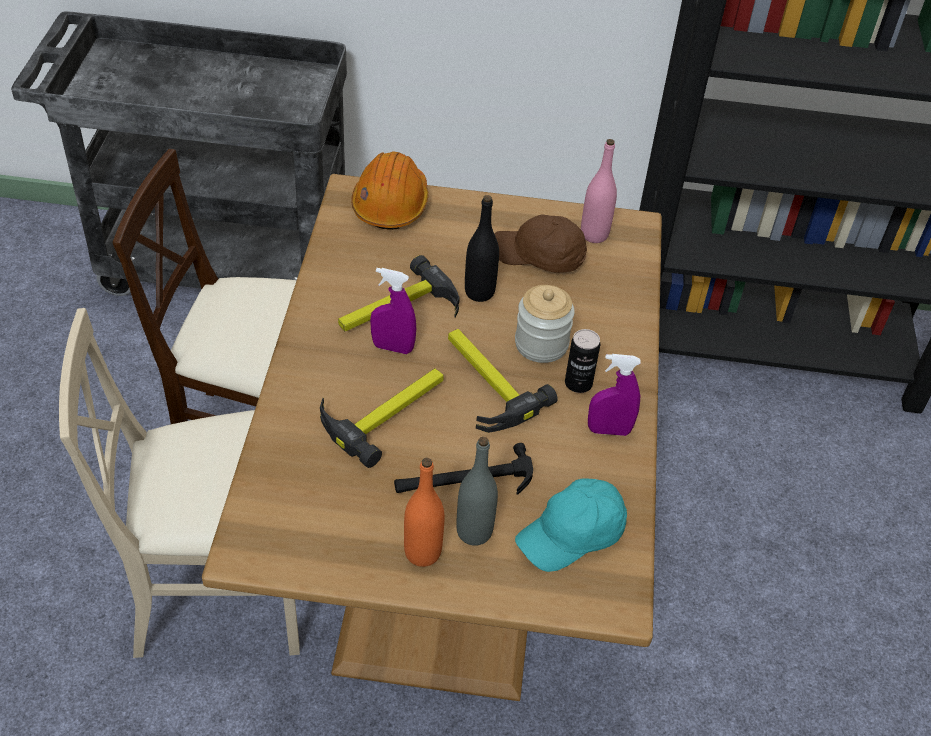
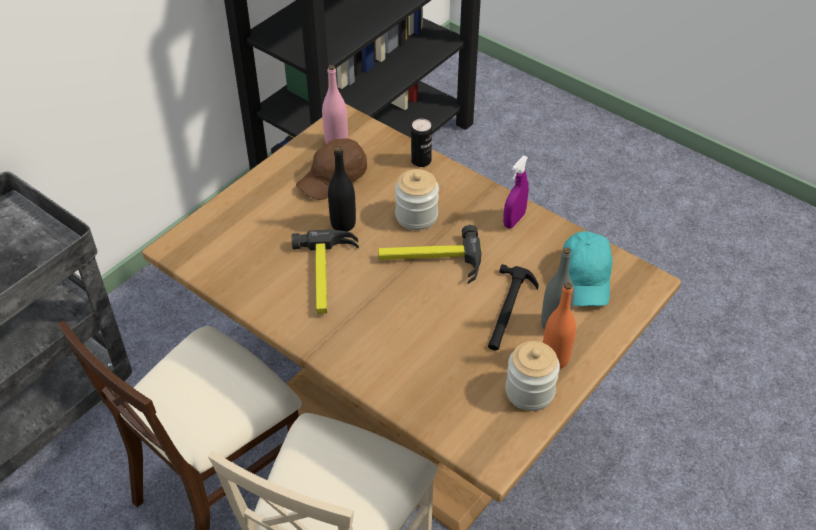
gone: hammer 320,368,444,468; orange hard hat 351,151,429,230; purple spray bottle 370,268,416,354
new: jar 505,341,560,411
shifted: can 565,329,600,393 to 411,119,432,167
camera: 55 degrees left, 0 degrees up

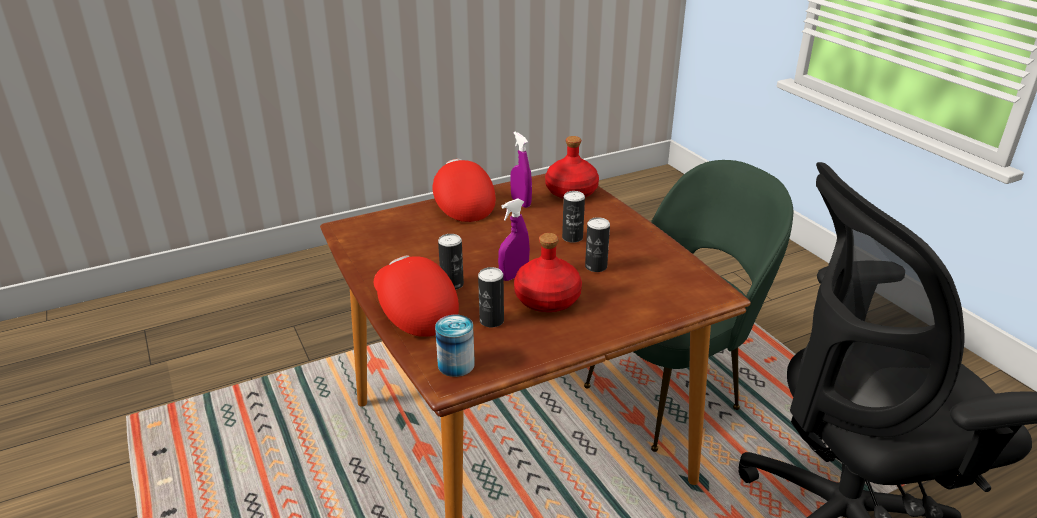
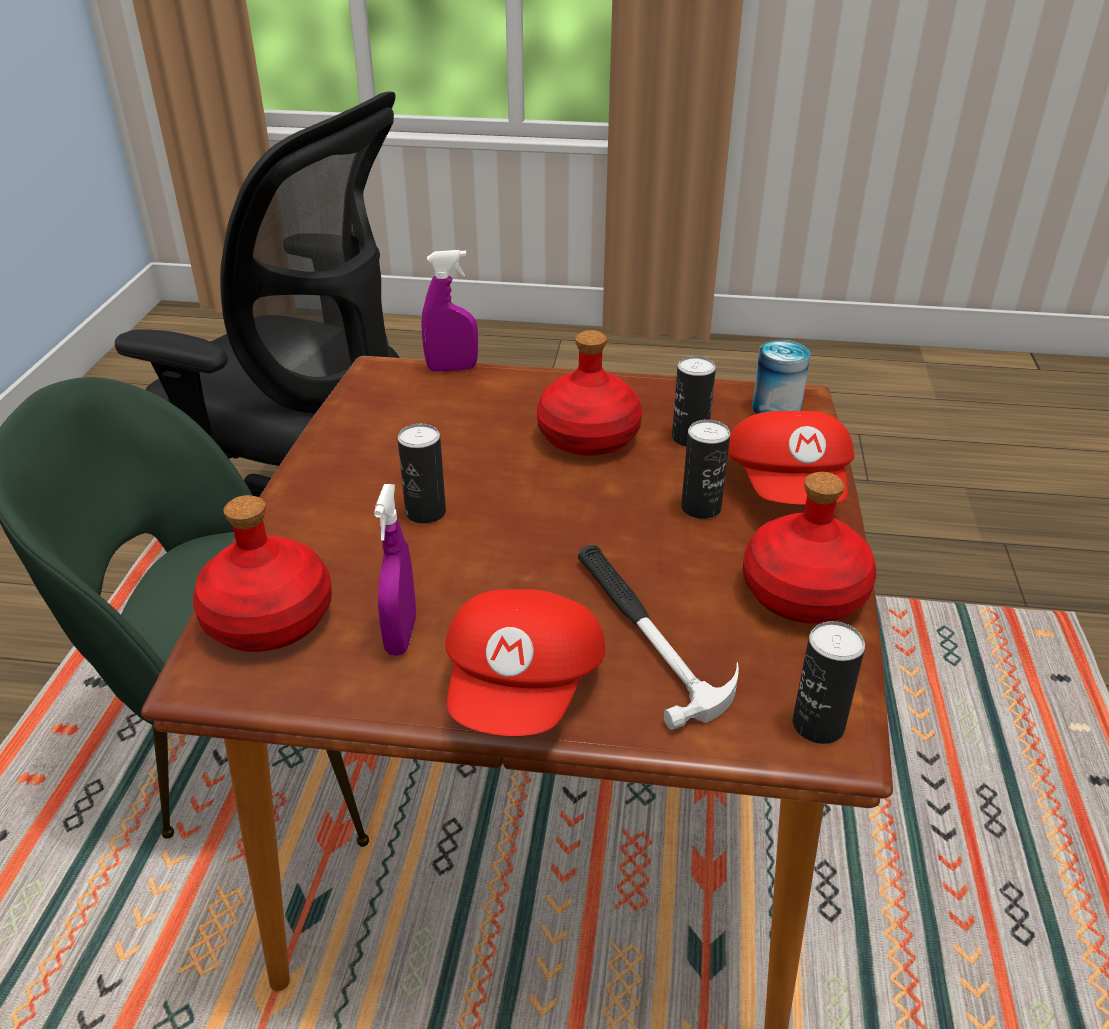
new: hammer 578,545,739,730; red bottle 743,472,876,624
shifted: purple spray bottle 498,198,530,281 to 421,250,478,372; can 585,217,610,272 to 792,621,865,744
camera: 145 degrees left, 5 degrees up

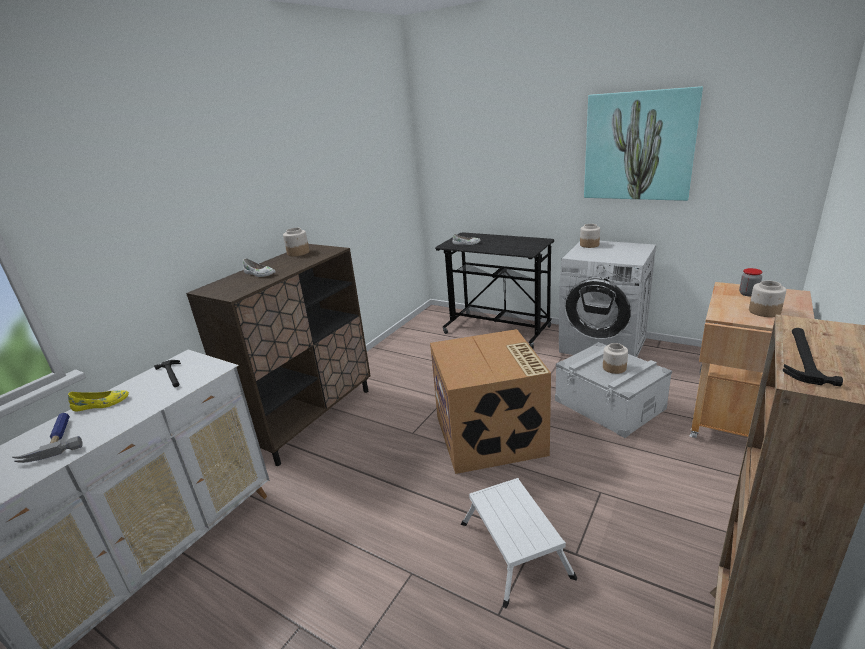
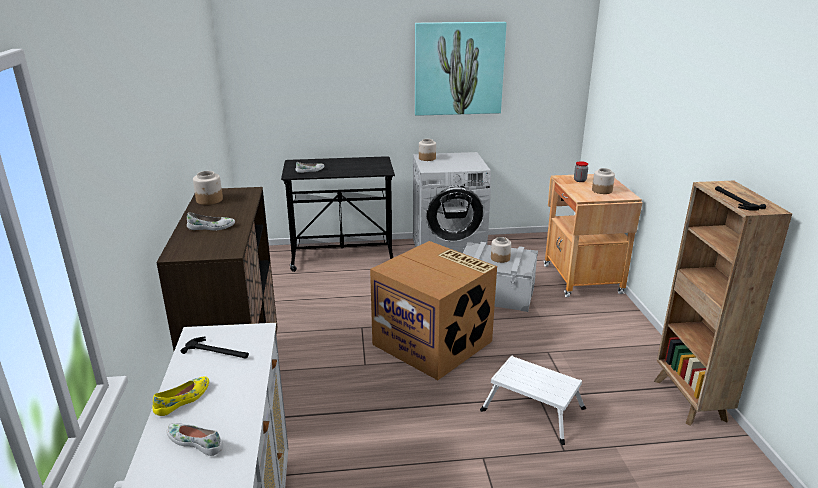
swapped: hammer 12,413,82,463 to white shoe 166,423,224,456
camera: 40 degrees left, 0 degrees up

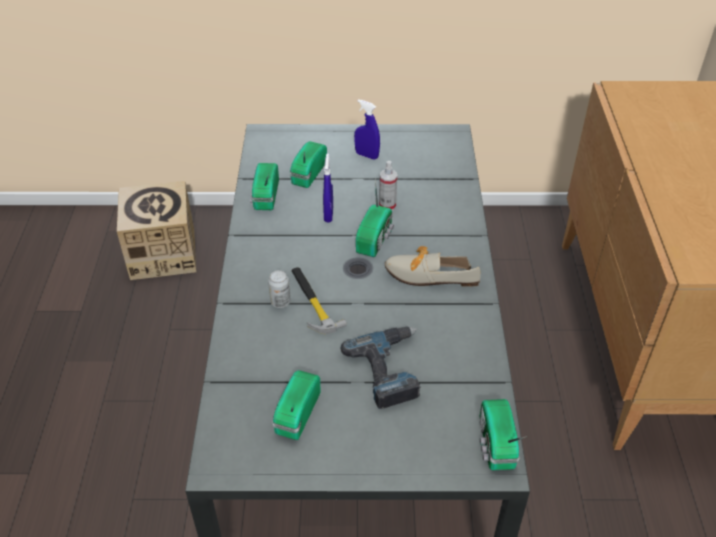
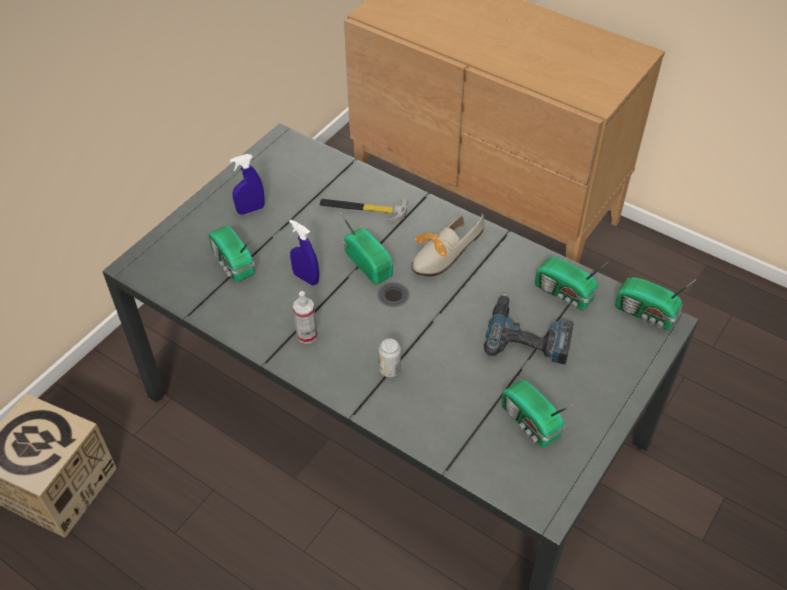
shifted: radio 250,163,279,210 to 535,257,608,311; hammer 291,267,347,334 to 320,198,408,224; spray bottle 379,161,397,211 to 293,291,317,344
camera: 55 degrees left, 5 degrees up

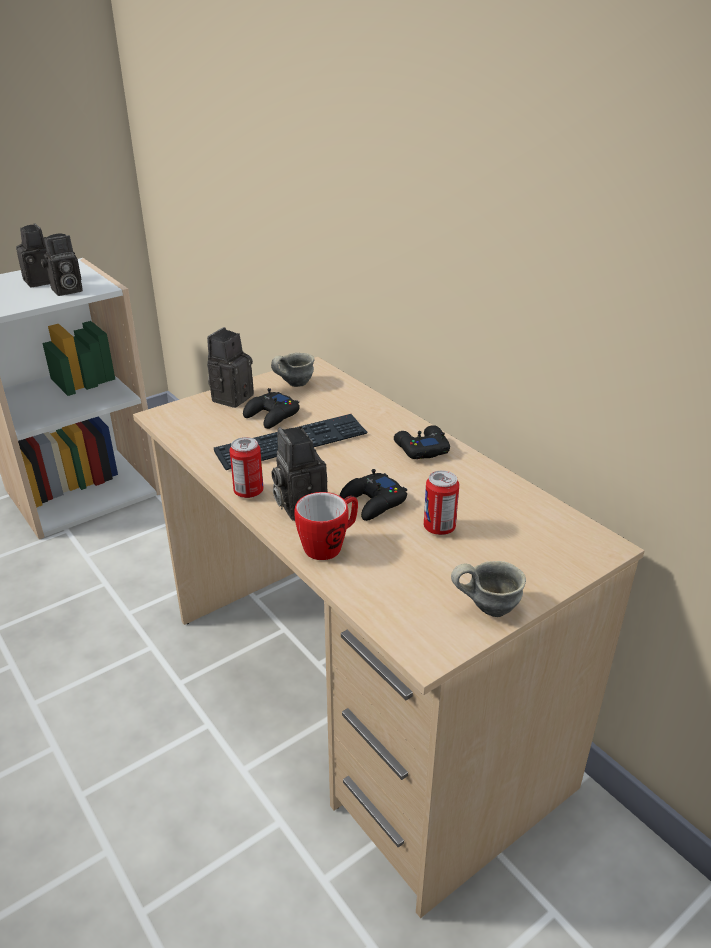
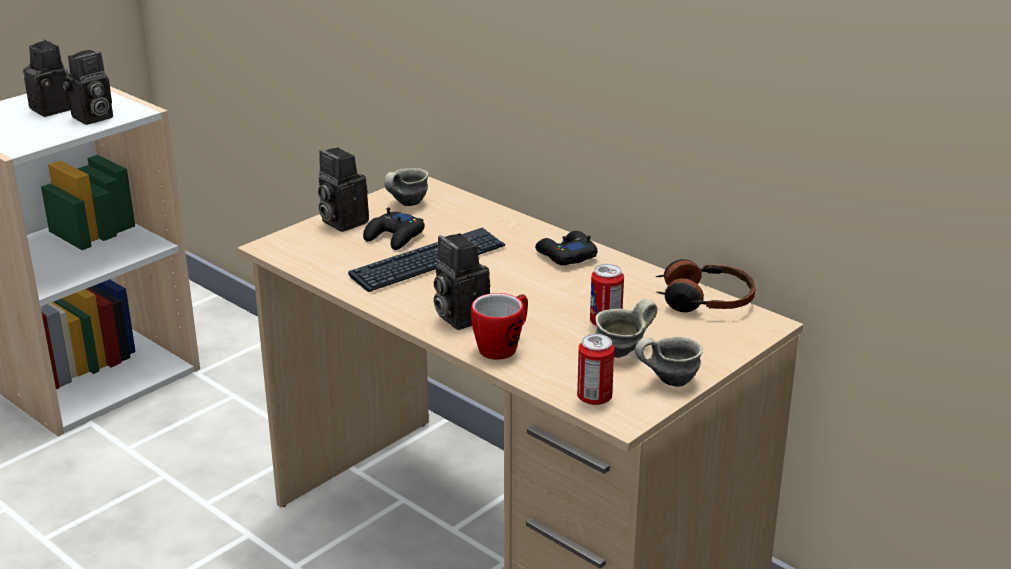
gone: black game controller 340,469,407,521
new: grey mug 595,299,657,358; headphones 656,259,755,312
shifted: can 229,437,264,498 to 577,334,614,405
rotated: photo camera 207,327,254,408 = 318,148,369,232 60 degrees counterclockwise
camera: 10 degrees left, 5 degrees down

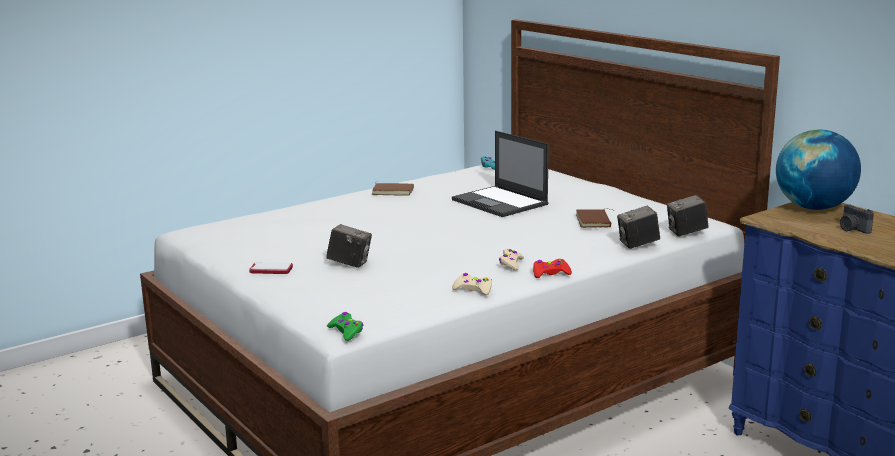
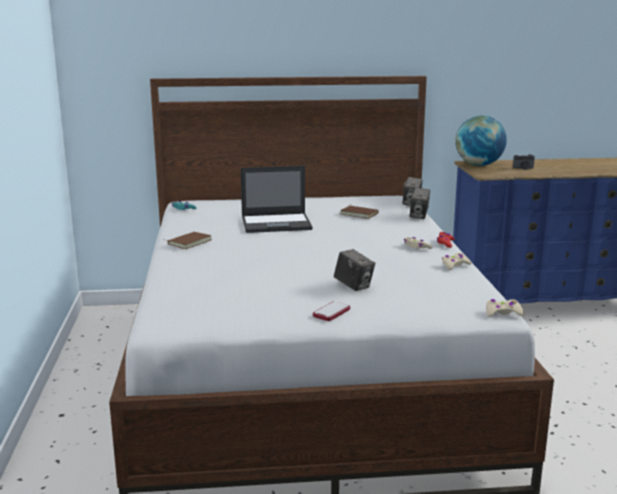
repainted: green game controller 327,312,363,341 to beige game controller 486,299,524,317
rotated: photo camera 326,224,372,268 = 334,249,375,291 90 degrees clockwise
camera: 60 degrees left, 0 degrees up

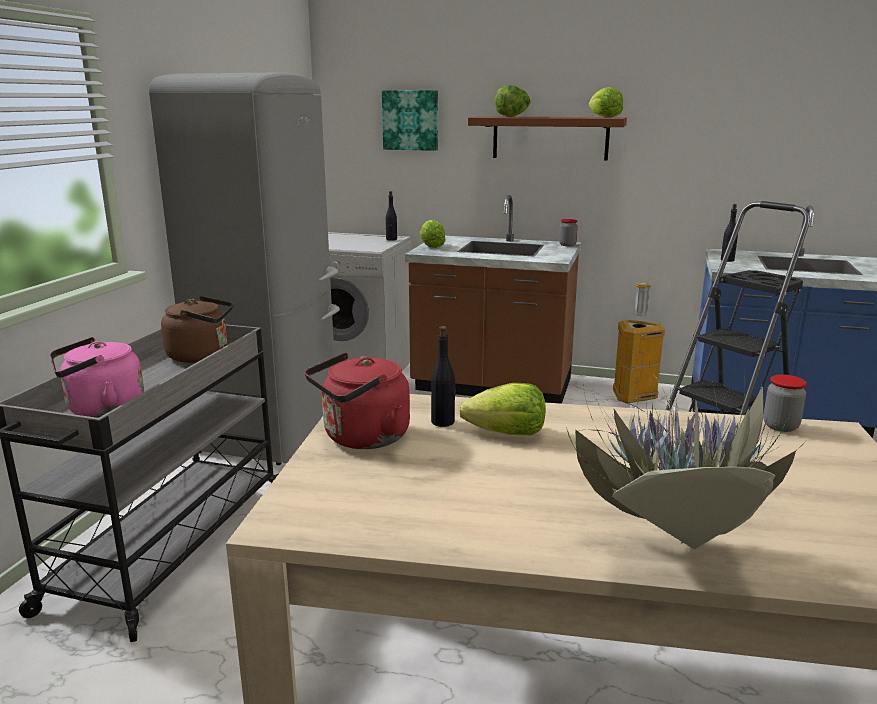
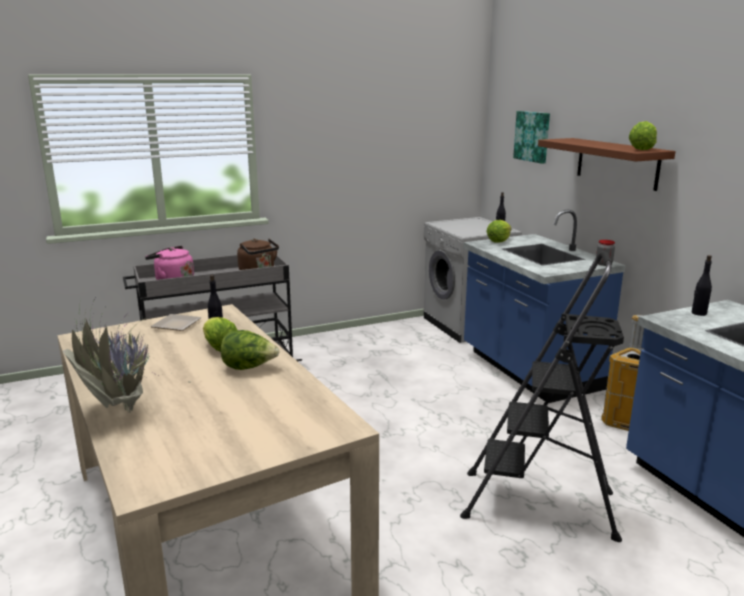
gone: grey fridge 149,72,340,465; jar 763,374,807,432
shifted: lettuce 494,85,531,117 to 220,330,279,370
swapped: red kettle 305,352,410,449 to plate 150,314,202,331
repainted: brown counter 405,195,581,404 to blue counter 463,210,626,403
camera: 50 degrees right, 0 degrees up

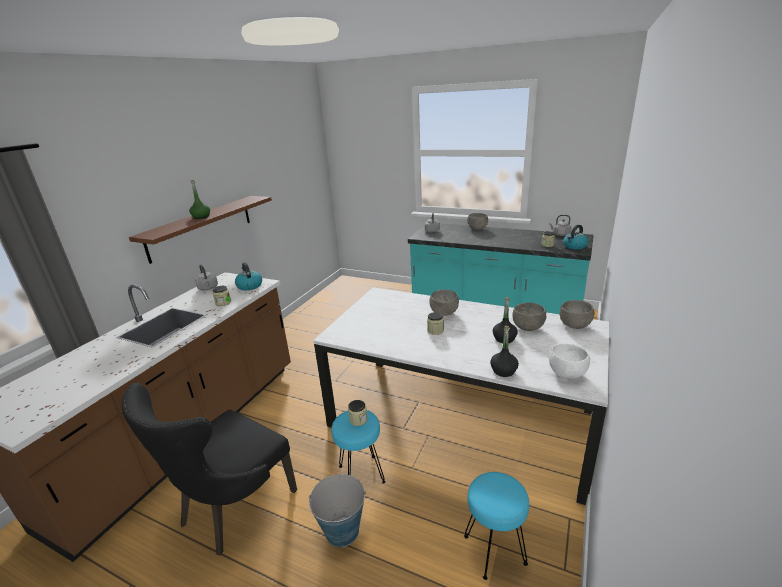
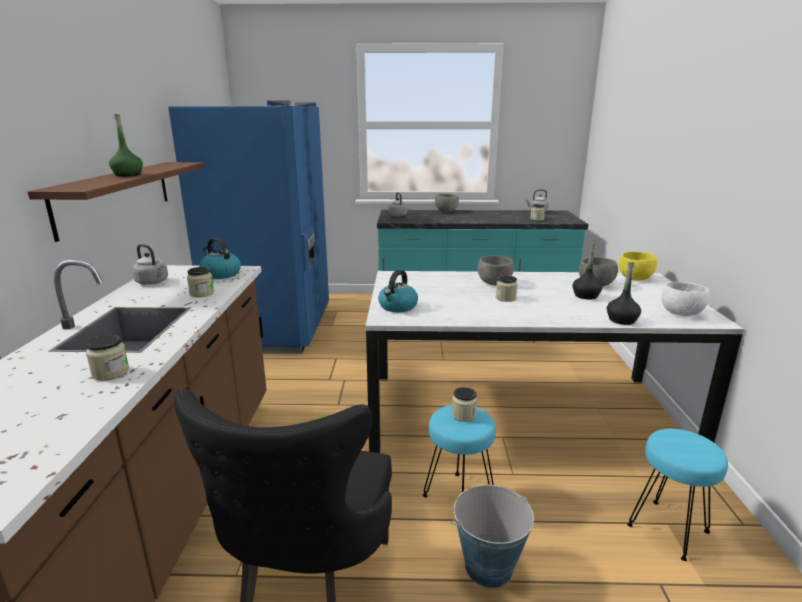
new: jar 86,335,129,381; blue fridge 168,100,329,354
shifted: kettle 563,225,588,249 to 378,270,418,312
repainted: grey bowl 559,300,594,329 to yellow bowl 619,252,657,280
camera: 25 degrees left, 5 degrees down

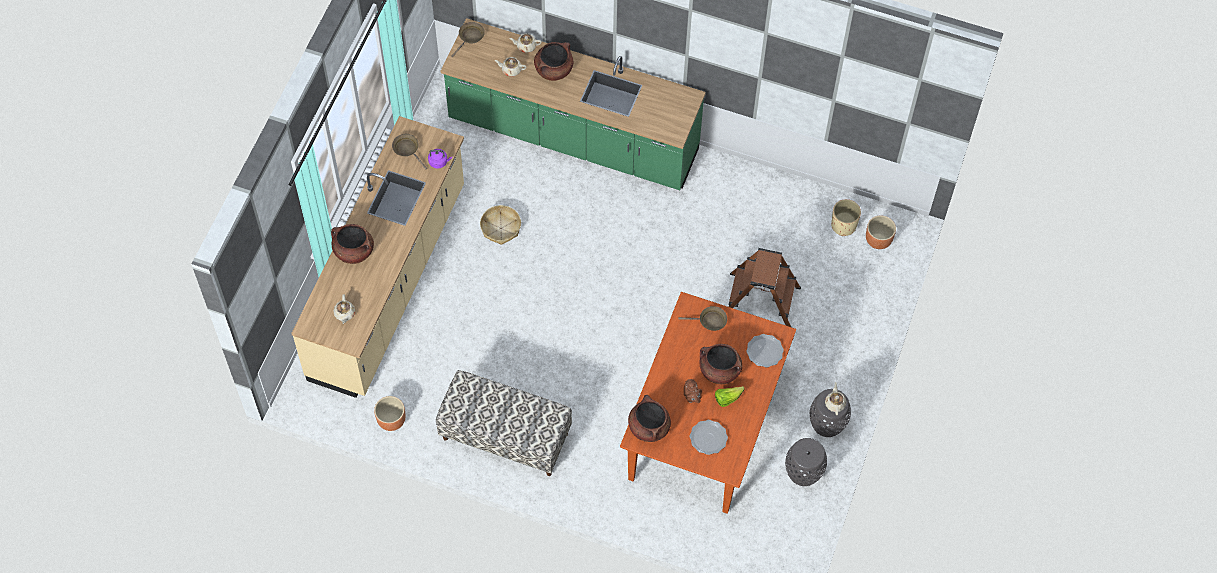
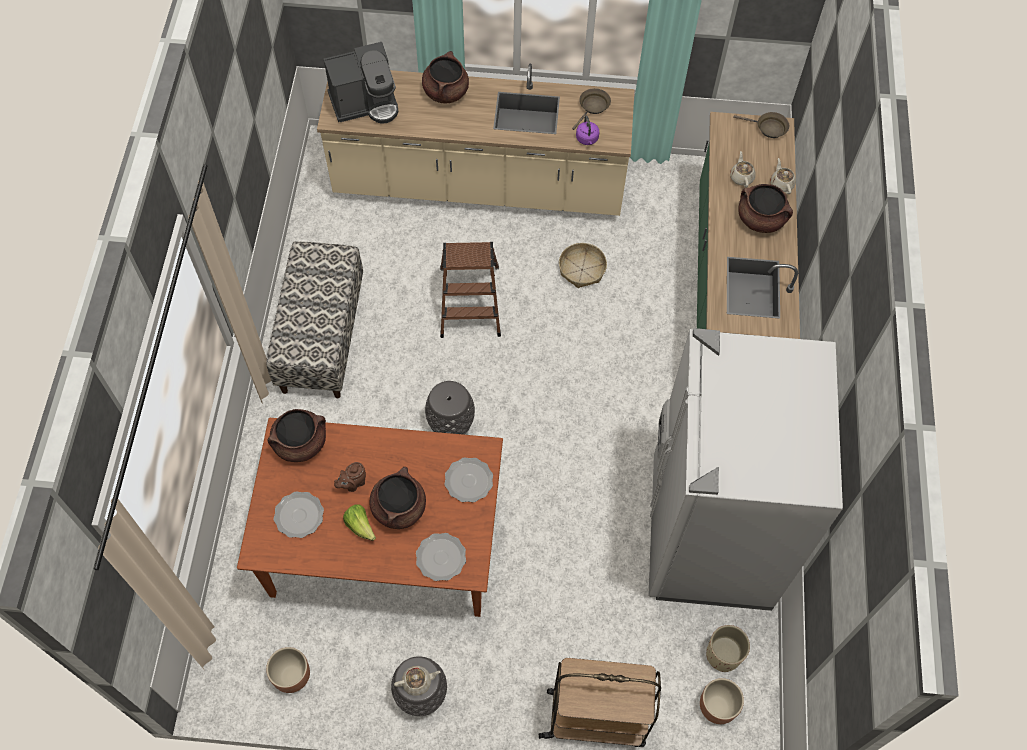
new: brown cart 538,658,661,747; white fridge 648,328,843,611
shifted: brown planter 374,396,406,431 to 266,647,310,693; brown step ladder 728,248,801,327 to 440,242,501,338; grey stool 785,438,827,486 to 425,381,475,435
swapped: beige teapot 333,294,355,324 to coffee machine 324,42,398,124; brown frying pan 678,306,727,331 to plate 445,457,493,502
camera: 75 degrees right, 0 degrees up

